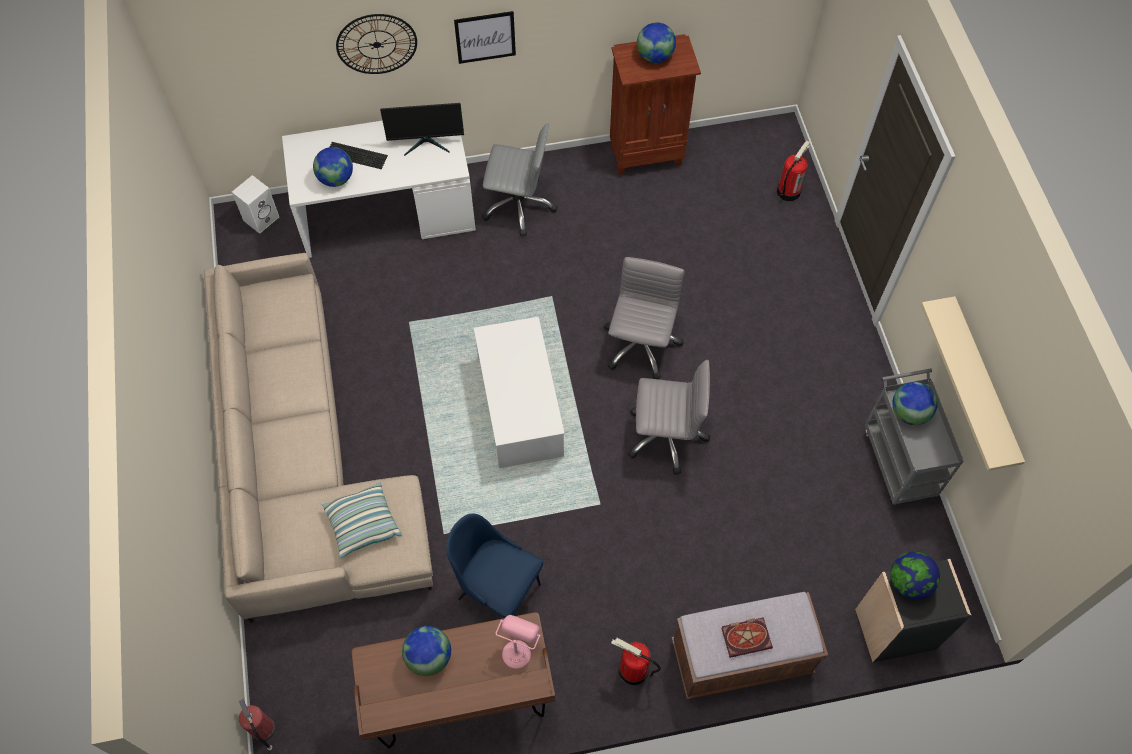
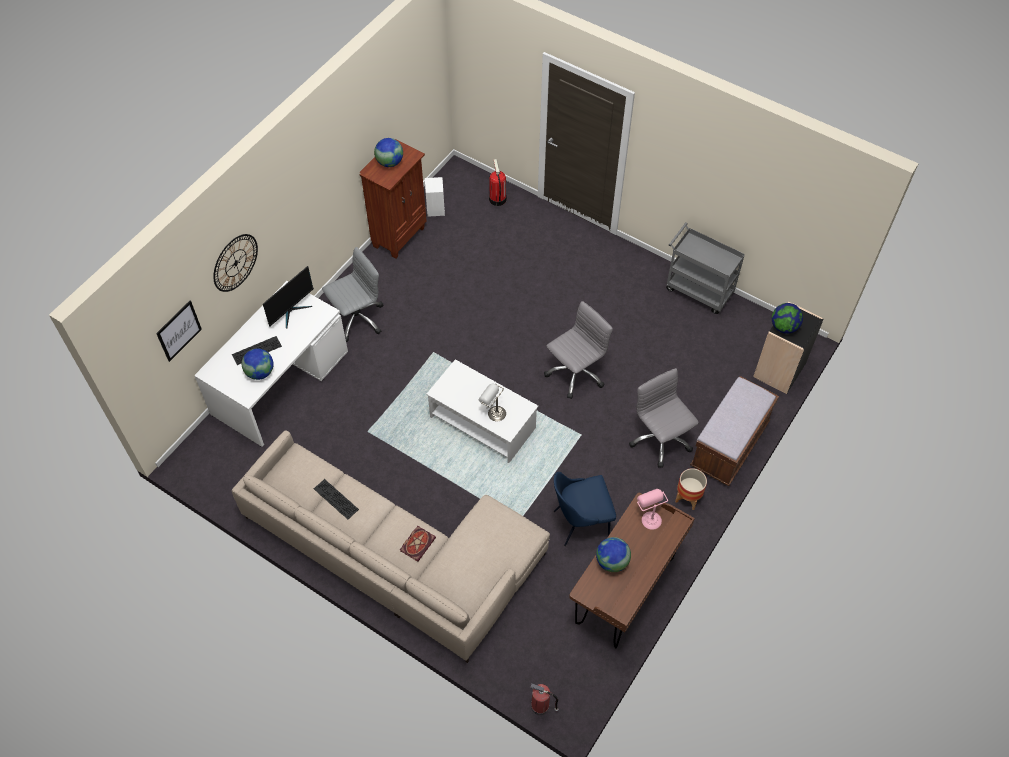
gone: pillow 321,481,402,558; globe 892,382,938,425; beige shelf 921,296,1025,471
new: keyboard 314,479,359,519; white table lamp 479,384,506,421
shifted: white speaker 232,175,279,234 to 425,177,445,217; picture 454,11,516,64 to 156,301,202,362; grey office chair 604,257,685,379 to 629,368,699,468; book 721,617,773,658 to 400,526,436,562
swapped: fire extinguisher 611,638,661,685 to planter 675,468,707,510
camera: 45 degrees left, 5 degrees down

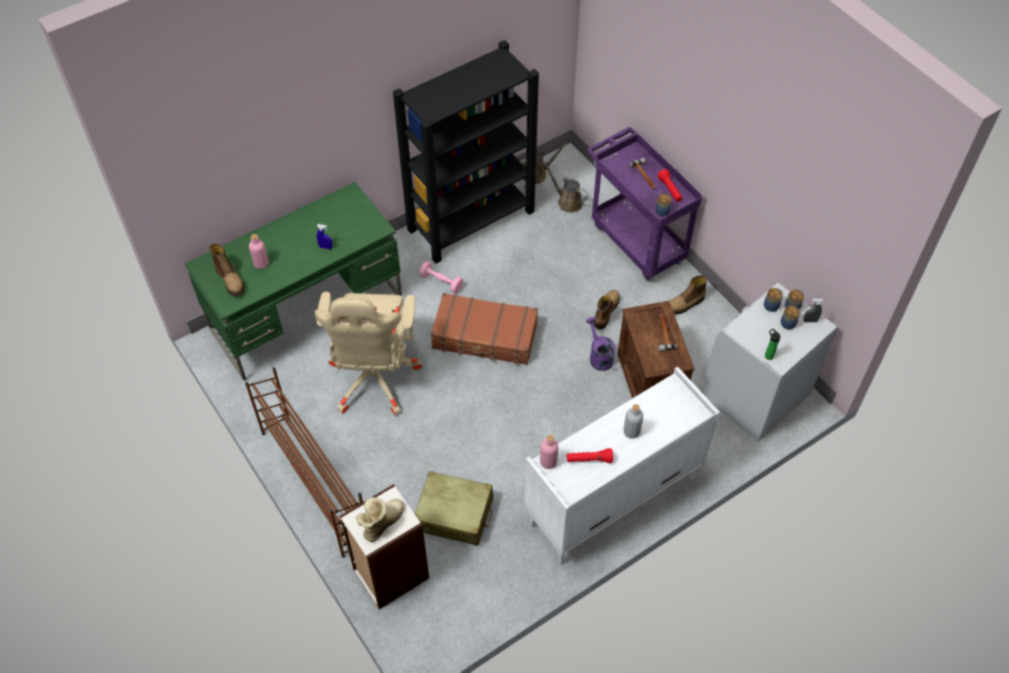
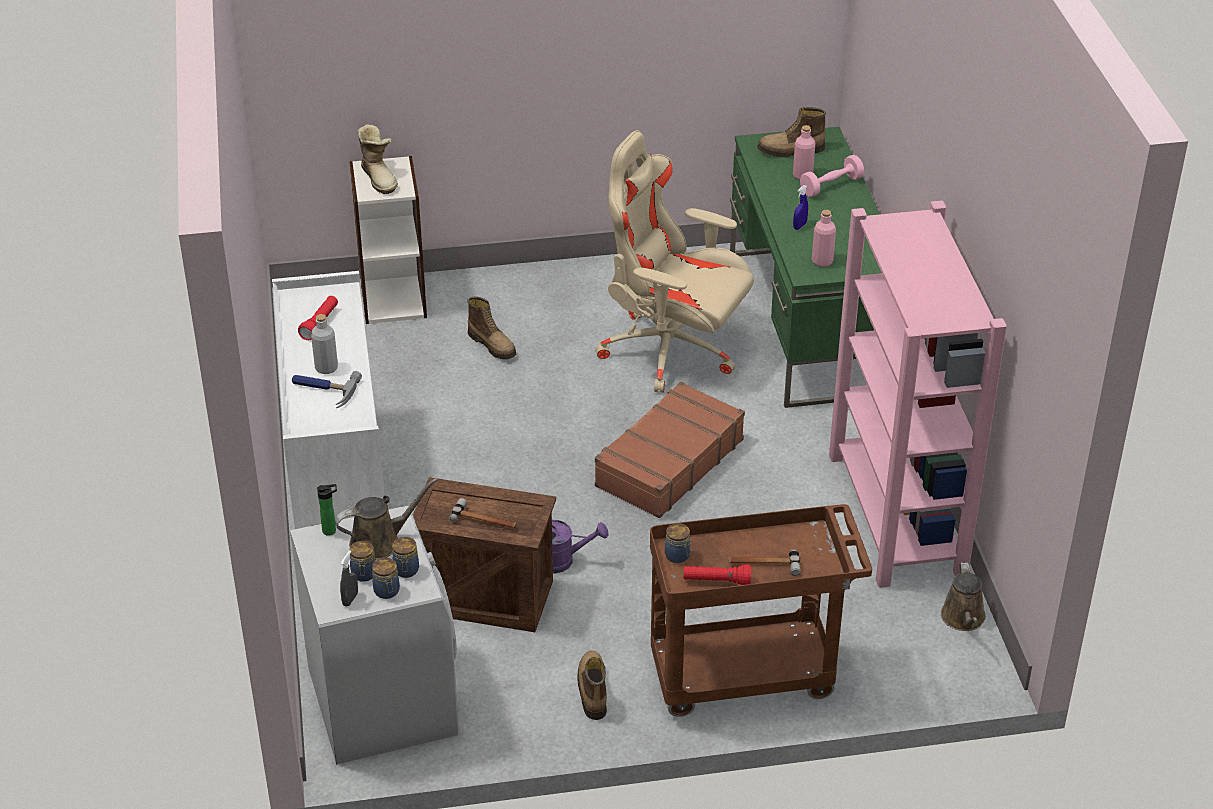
gone: brown shoe rack 245,367,363,558; beige suitcase 415,471,493,546
new: hammer 292,371,362,408
shifted: pink dumbbell 419,261,463,293 to 800,155,864,197; pink bottle 540,435,558,469 to 812,210,836,267; brown watering can 544,164,587,212 to 335,478,438,560; boot 594,290,620,330 to 467,296,516,359
repainted: black bookcase 393,40,539,264 to pink bookcase 829,201,1007,588; purple cart 588,127,702,282 to brown cart 650,504,872,717
camera: 115 degrees right, 15 degrees down

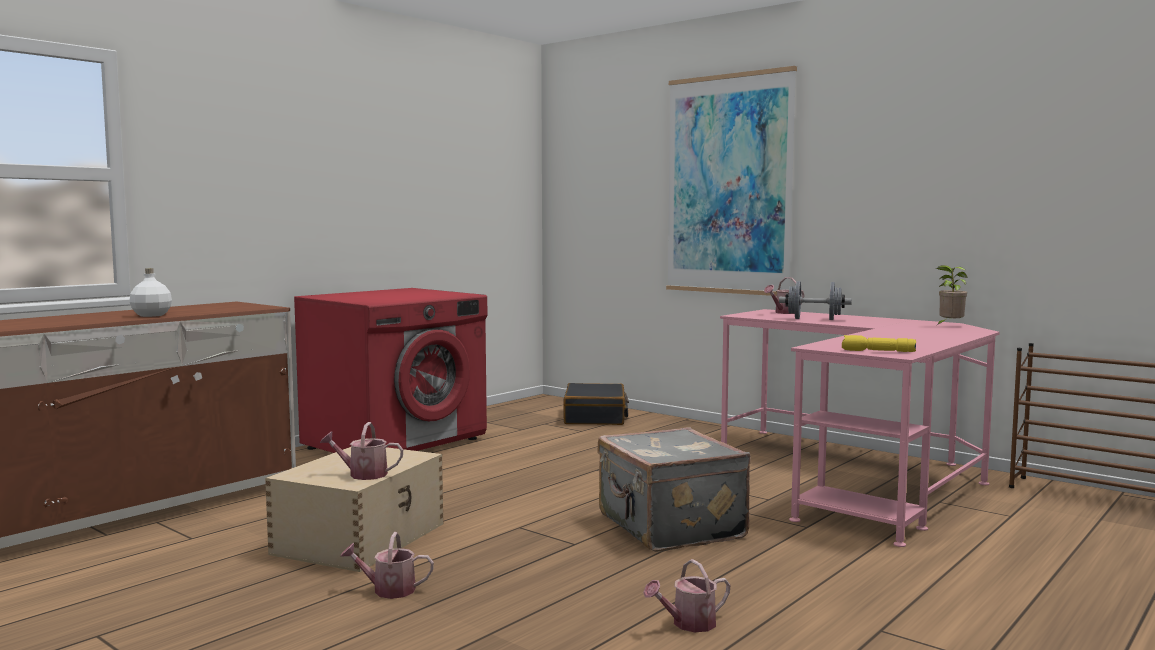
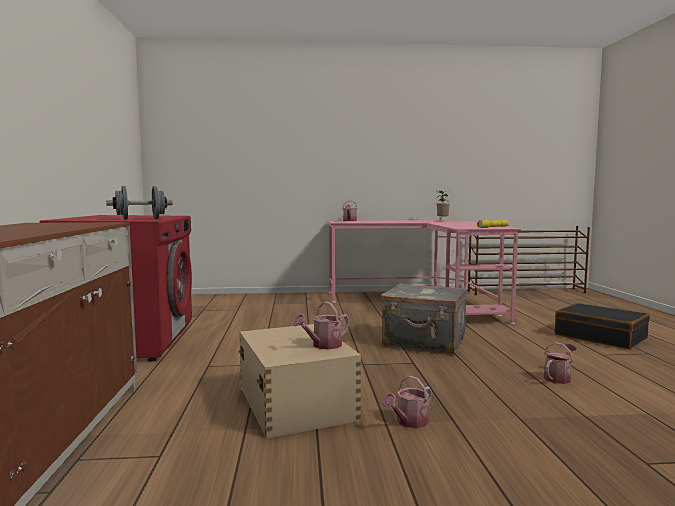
gone: white bottle 130,268,172,317; picture 666,66,797,296
shifted: black suitcase 563,383,629,425 to 555,303,650,349; grey dumbbell 779,281,852,320 to 106,186,173,220
rotated: watering can 643,559,731,632 = 544,342,577,384 150 degrees counterclockwise
camera: 45 degrees left, 0 degrees up

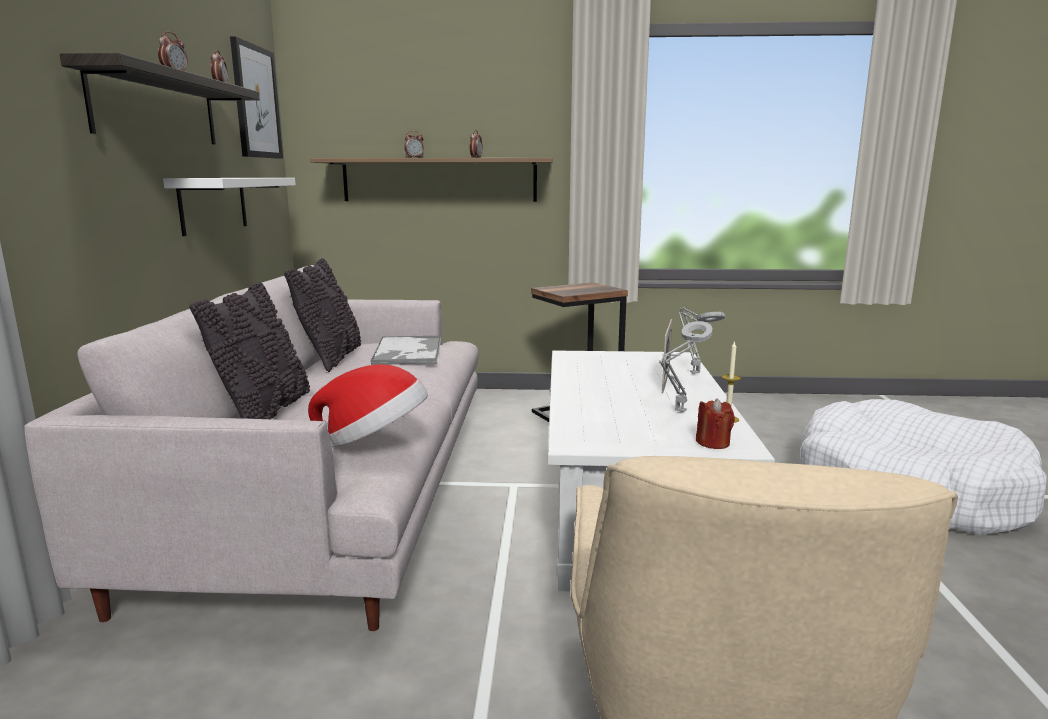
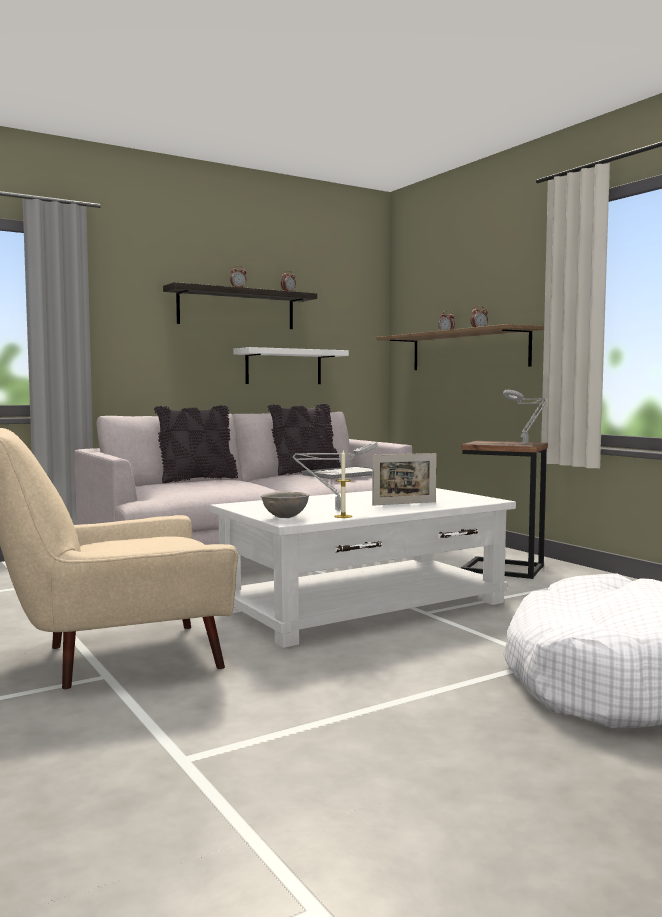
gone: picture 230,37,283,159; hat 308,364,428,446
shifted: grey table lamp 679,307,725,374 to 503,390,547,444
swapped: red candle 696,399,735,449 to grey bowl 261,492,310,518
camera: 55 degrees right, 10 degrees down

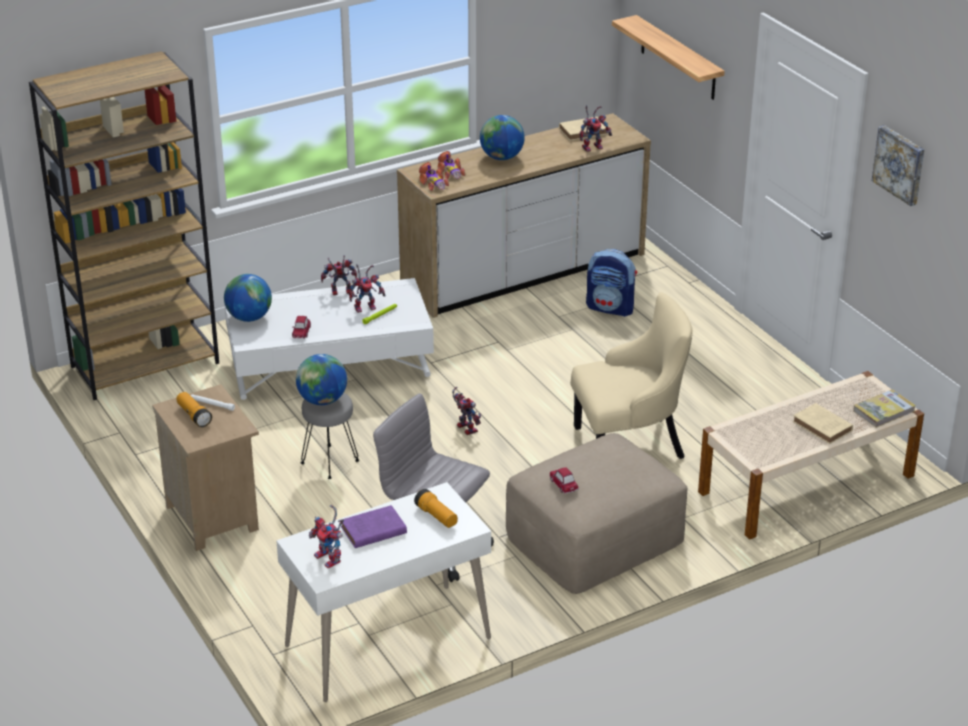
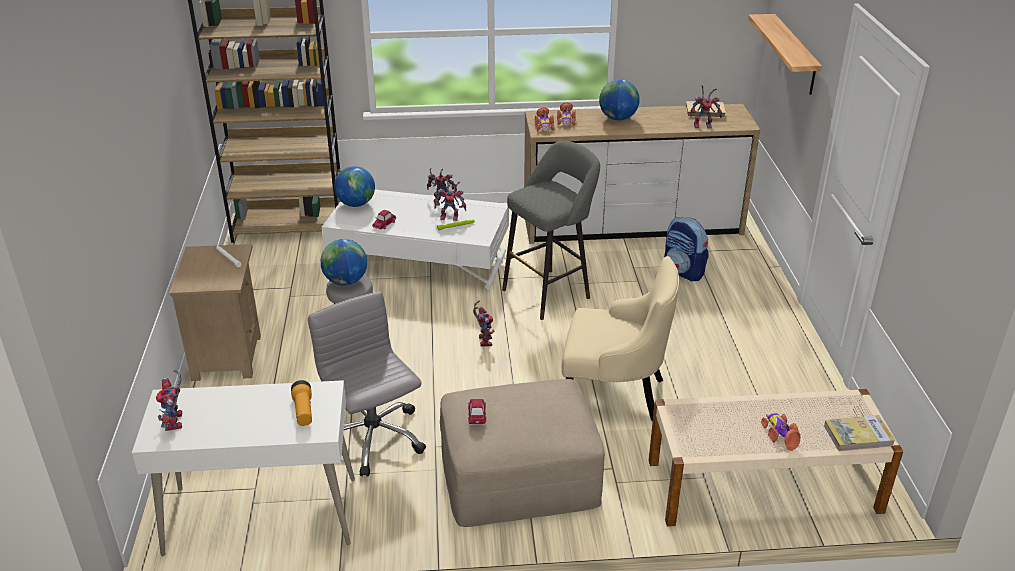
gone: flashlight 176,392,212,427; purple book 341,505,407,548; picture 872,125,924,206
new: grey stool 502,140,600,320
swapped: beige book 793,403,853,444 to toy car 761,413,801,451
camera: 25 degrees right, 0 degrees up

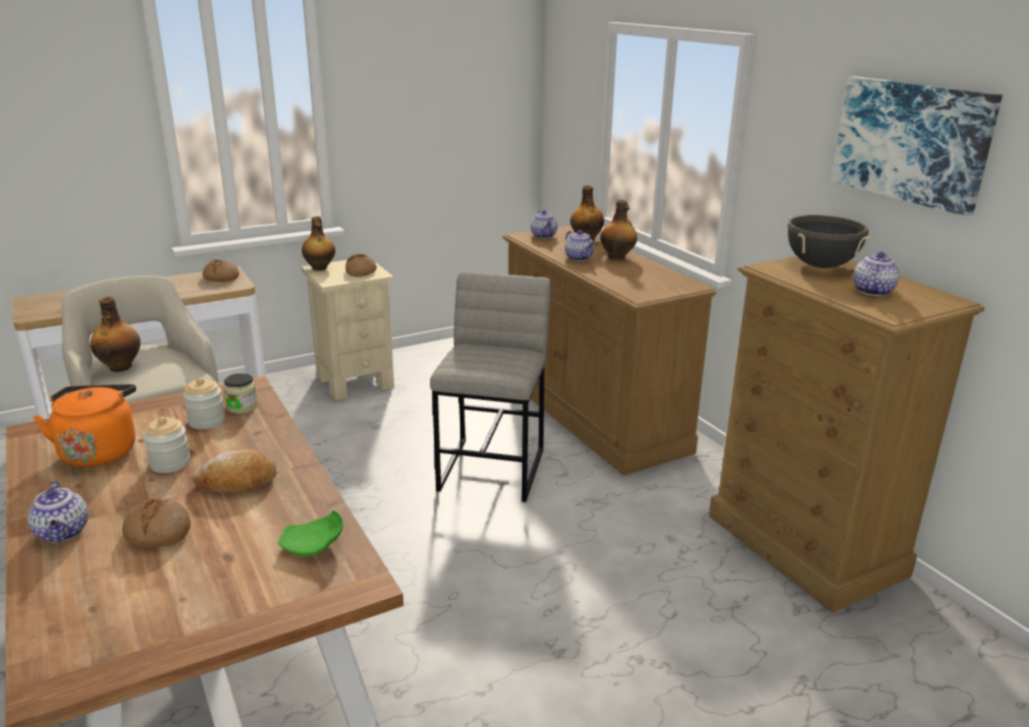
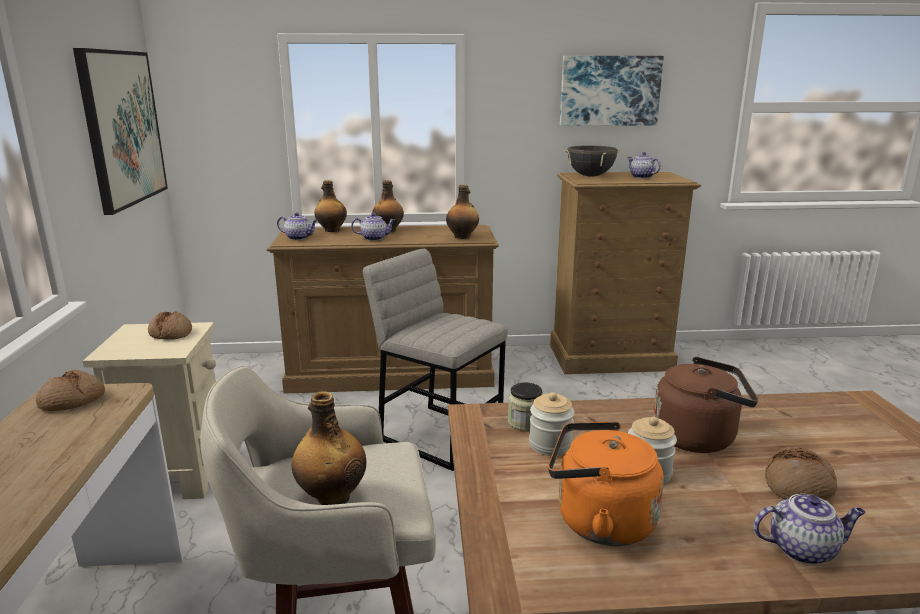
gone: green plate 278,510,343,557
new: picture 73,48,168,215
shifted: bottle 302,216,335,271 to 446,185,479,239
swapped: bread 192,449,276,493 to brown kettle 653,357,758,453
camera: 65 degrees left, 5 degrees down

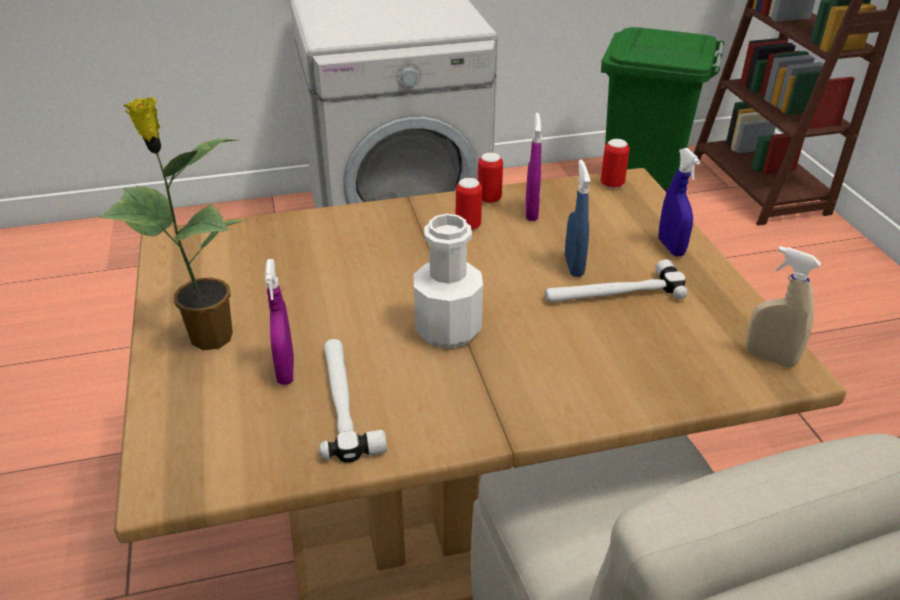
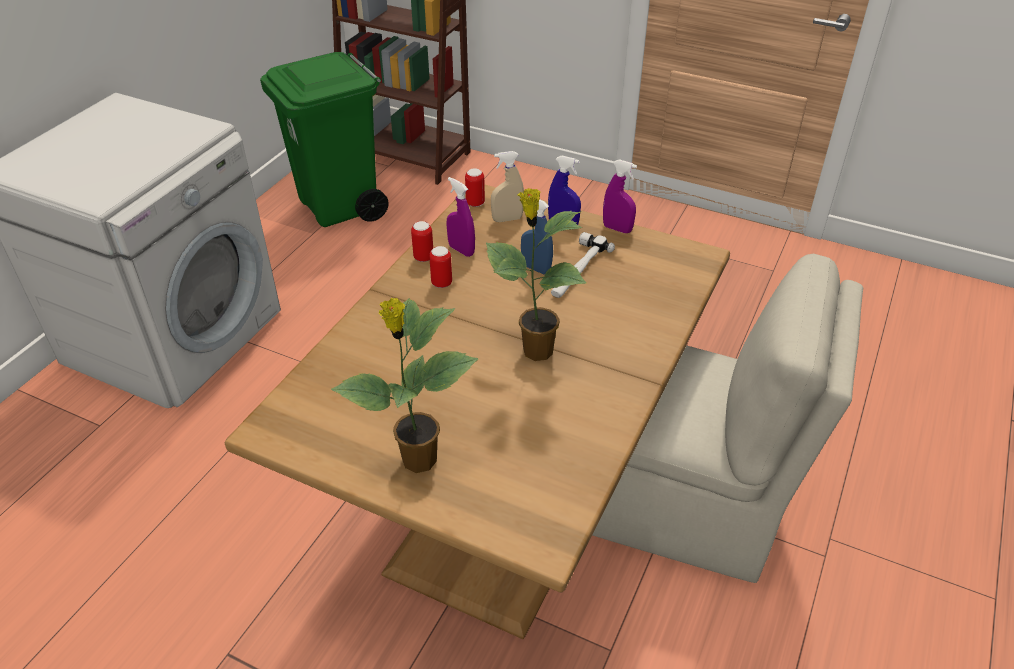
gone: hammer 319,339,387,463
shifted: purple spray bottle 265,259,294,385 to 603,159,637,233; beige spray bottle 746,246,821,368 to 491,151,524,222
swapped: white bottle 414,214,483,349 to potted plant 486,188,587,361
camera: 50 degrees left, 5 degrees up

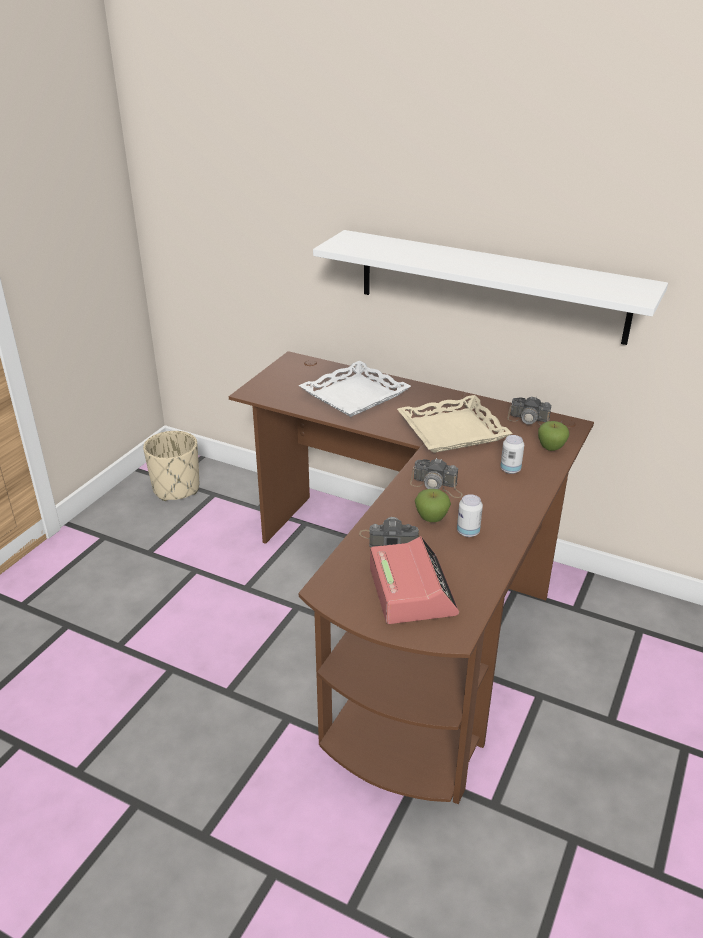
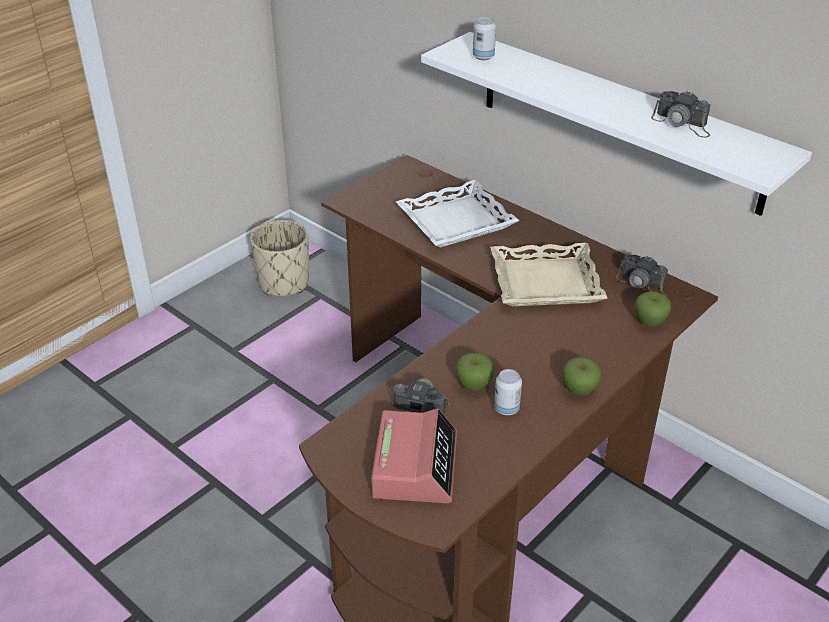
new: apple 562,357,602,396
shifted: photo camera 410,458,463,498 to 651,90,710,138; can 500,435,524,474 to 473,17,496,60
camera: 15 degrees right, 5 degrees up

